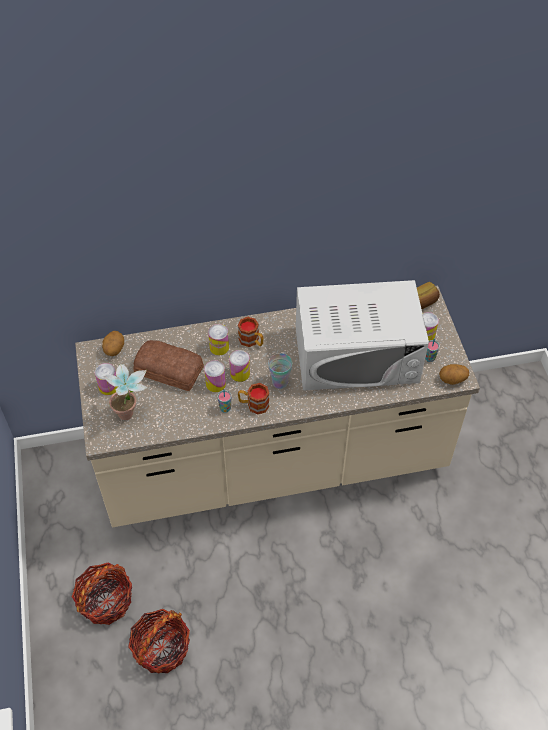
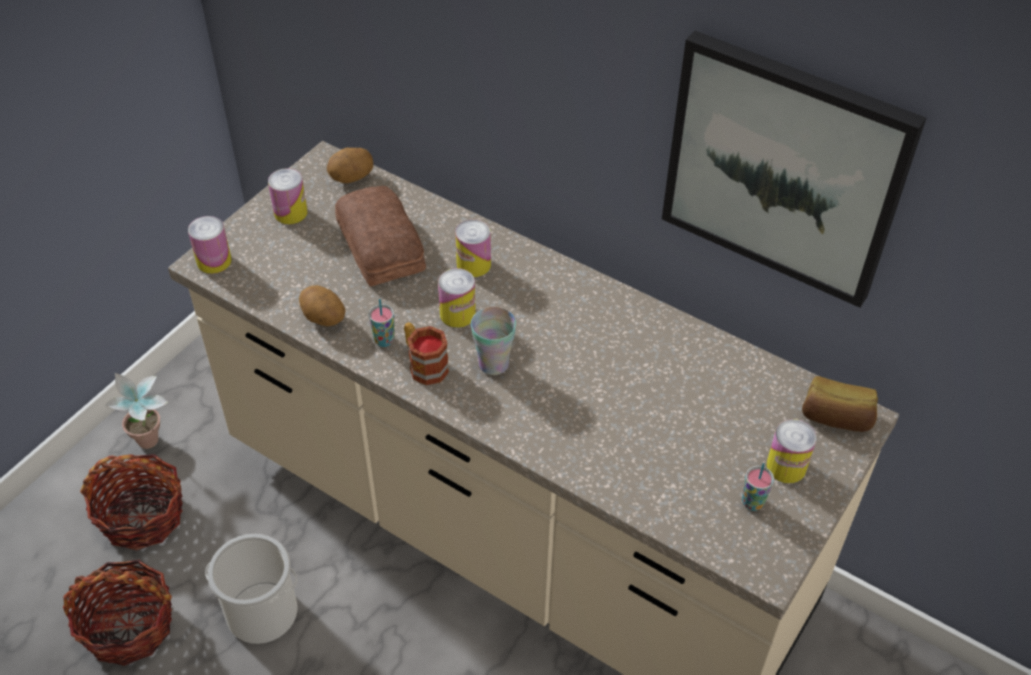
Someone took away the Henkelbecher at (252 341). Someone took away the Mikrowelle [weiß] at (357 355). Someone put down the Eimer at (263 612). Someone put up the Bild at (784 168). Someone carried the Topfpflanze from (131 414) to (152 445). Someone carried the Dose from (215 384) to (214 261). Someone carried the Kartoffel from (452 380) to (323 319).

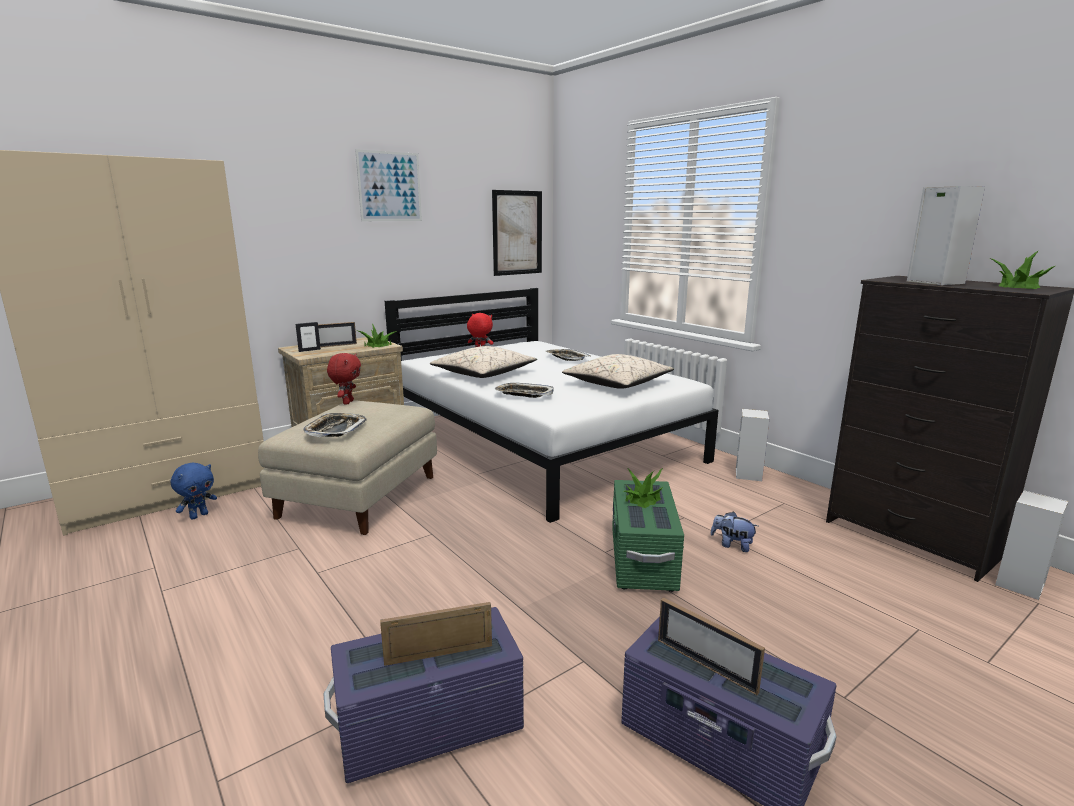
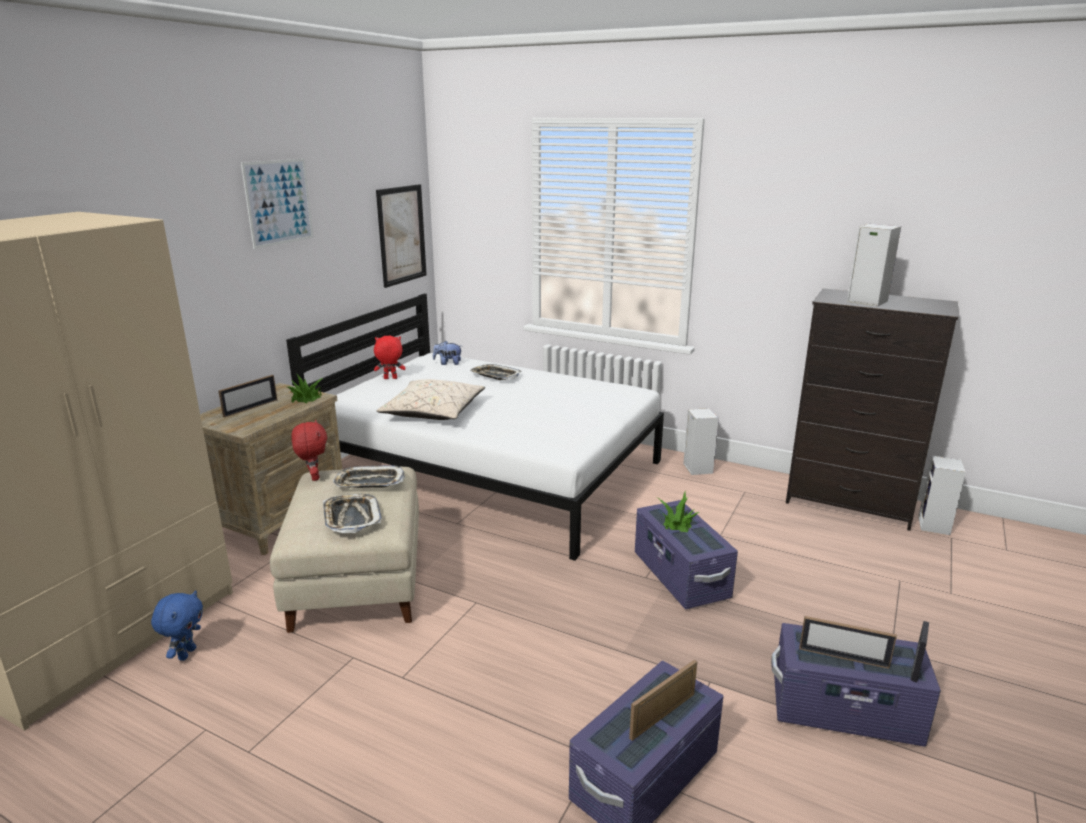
Someone took away the Kissen [beige] at (617 384). Someone took away the Topfpflanze at (1019 286). Someone carried the Bilderrahmen from (309 350) to (915 670). Someone carried the Tablett from (524 394) to (369 482). Someone carried the Plüschtier from (732 545) to (448 363). Someone repainted the Aufbewahrungsbox [grün] at (642 559), which became the Aufbewahrungsbox [lila] at (680 576).

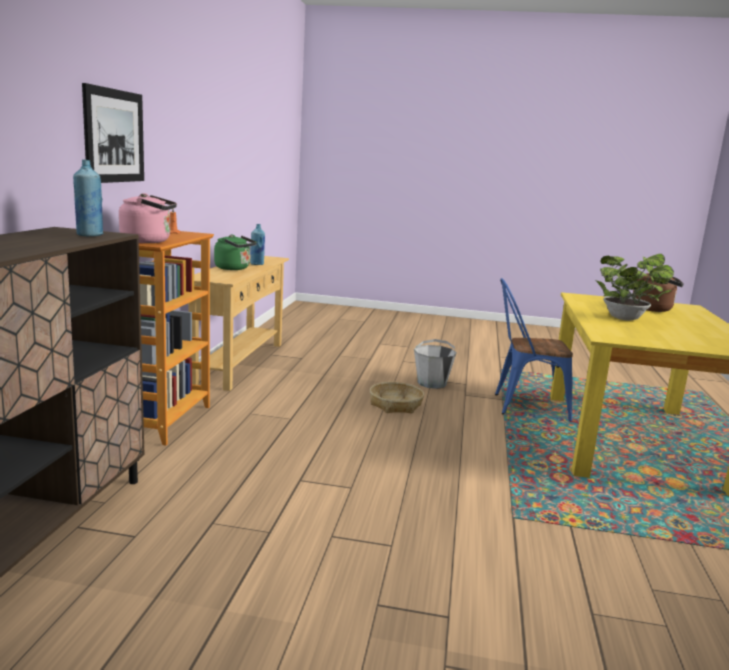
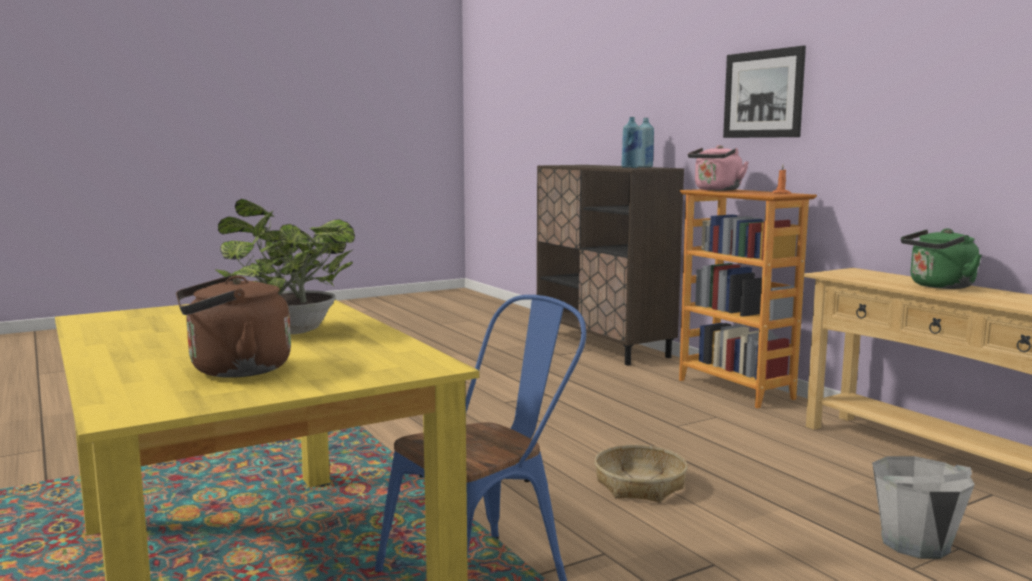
Someone carried the Flasche [blau] from (257 264) to (644 167). Someone carried the Eimer [grau] from (432 383) to (915 543).

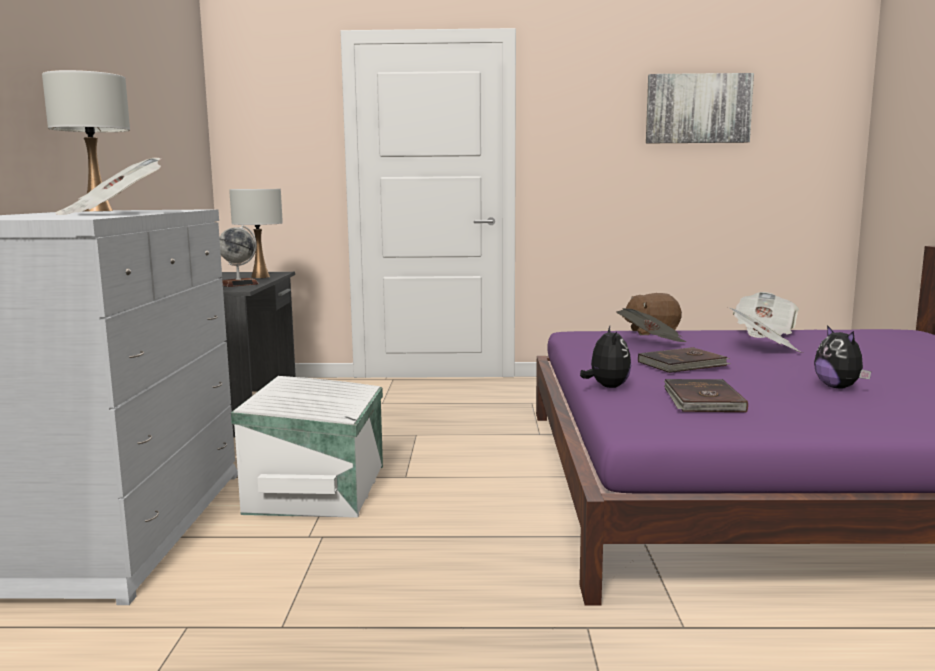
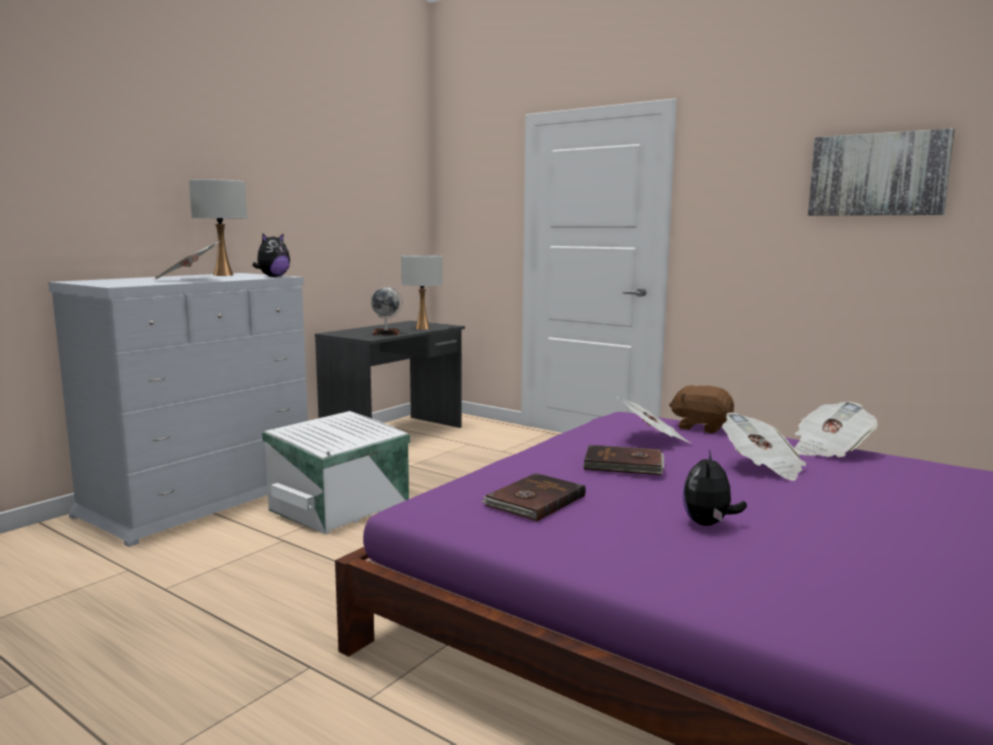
Someone carried the Plüschtier from (607 387) to (273 277).

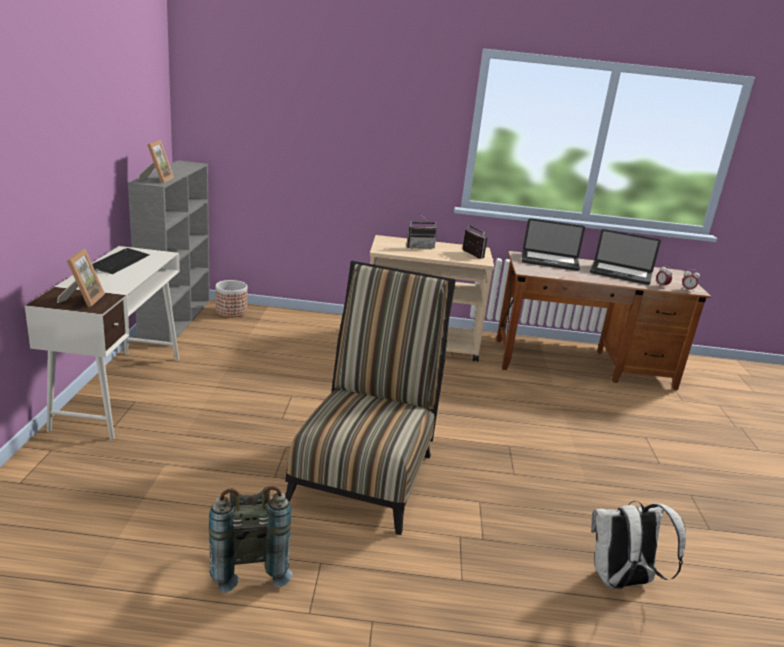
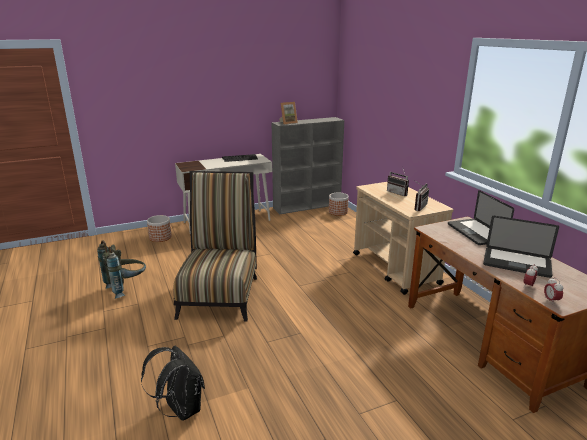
Someone took away the Bilderrahmen at (83 299). Someone put down the Pflanzkübel at (160 237). Someone repainted the Rucksack [weiß] at (621 581), which became the Rucksack [schwarz] at (180 409). Someone rotated the Stuhl at (365 471) by 75 degrees counterclockwise. Someone rotated the Laptop at (620 274) by 60 degrees counterclockwise.

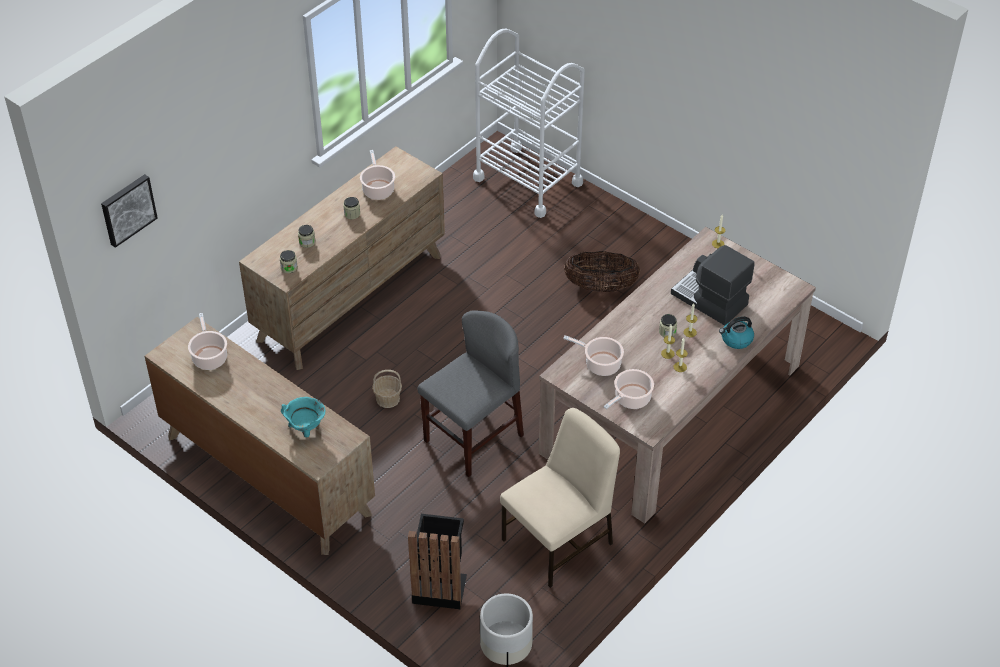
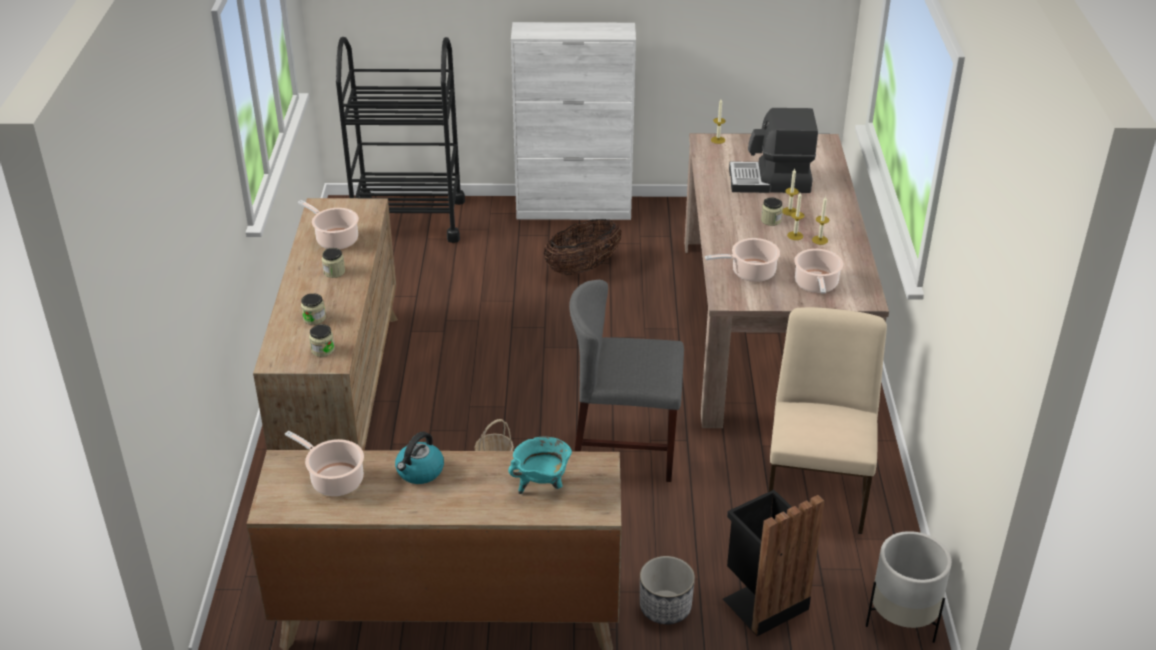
Someone took away the Bild at (127 209). Someone put down the Schrank [weiß] at (574 210). Someone put down the Pflanzkübel at (665 607). Someone carried the Wasserkessel from (736 339) to (419 471). Someone repainted the Rollwagen [weiß] at (528 181), which became the Rollwagen [schwarz] at (408 220). Someone rotated the Stuhl [grau] at (473 438) by 90 degrees counterclockwise.

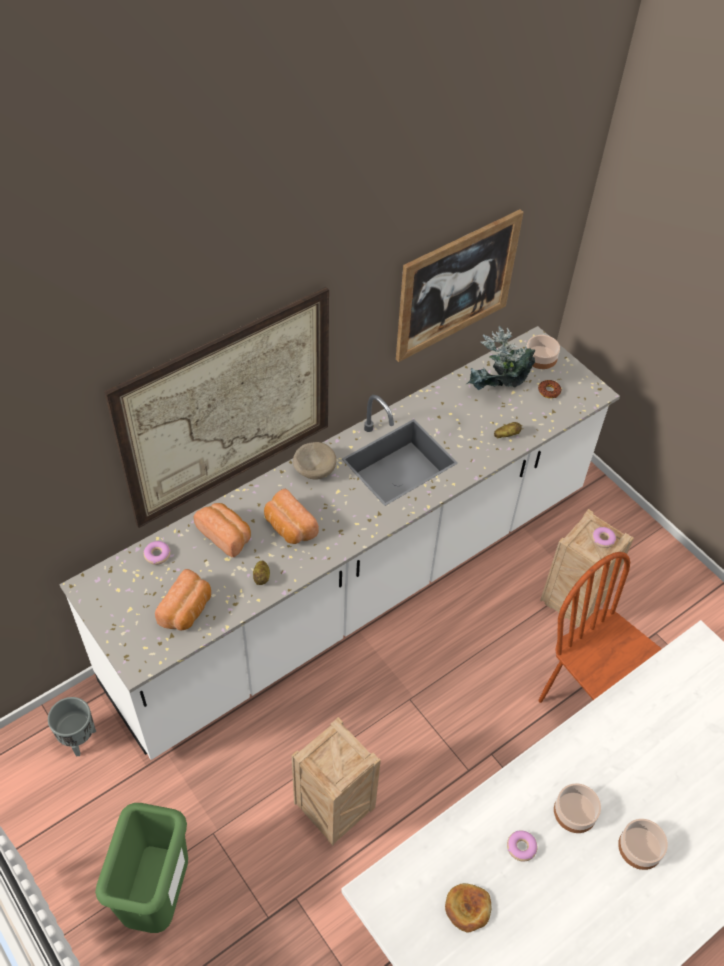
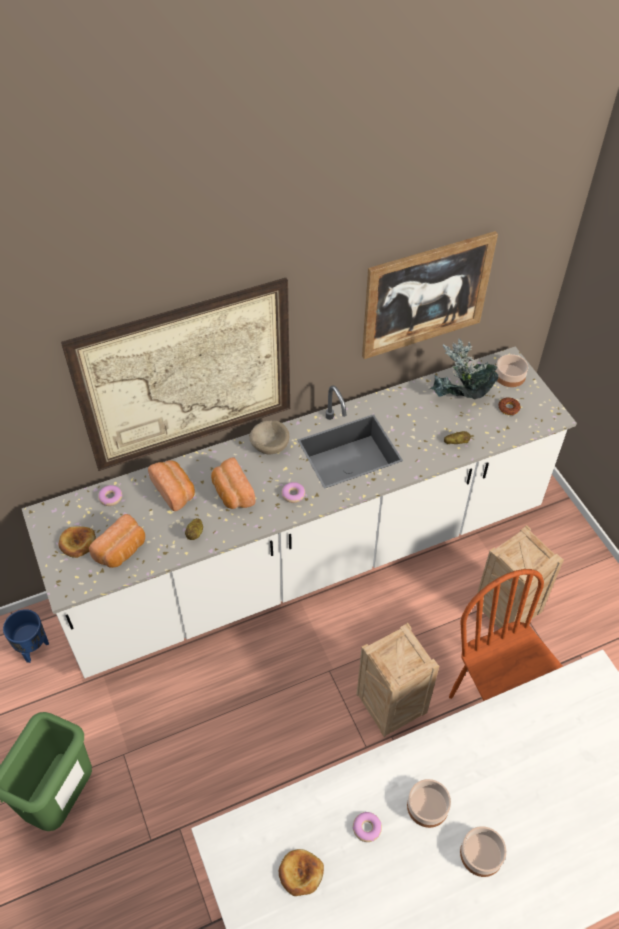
Someone put down the Brot at (77 543). Someone carried the Kiste from (332 808) to (389 706). Someone carried the Donut from (603 539) to (293 494). Someone repainted the Pflanzkübel [grau] at (78 739), which became the Pflanzkübel [blau] at (33 648).

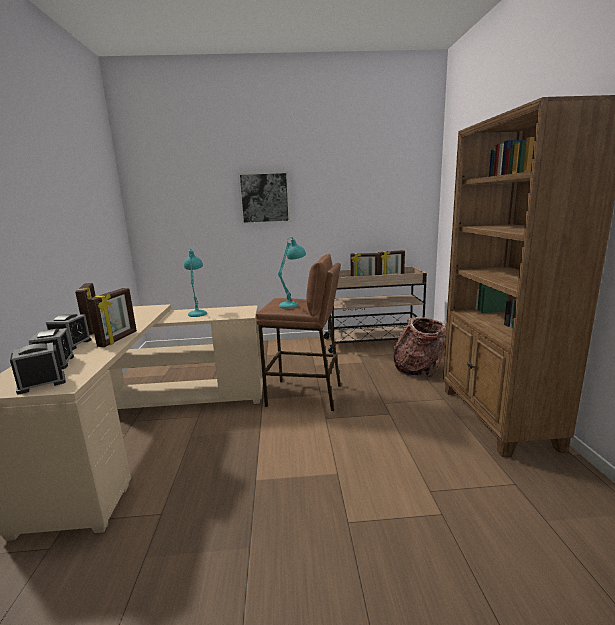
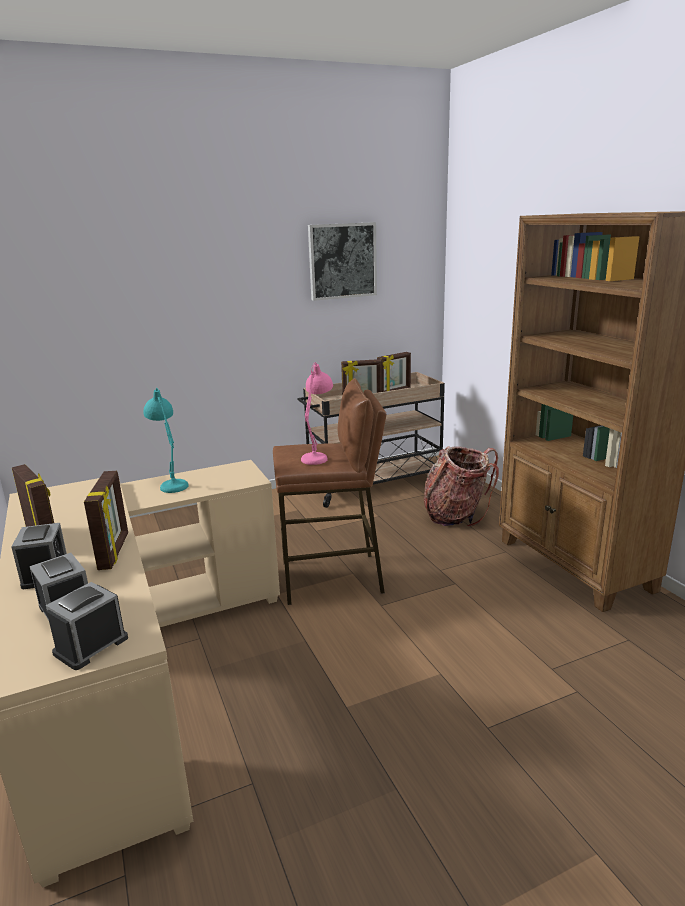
Someone carried the Bild from (264 198) to (342 261). Someone repainted the Tischlampe [türkis] at (293 304), which became the Tischlampe [rosa] at (319 455).

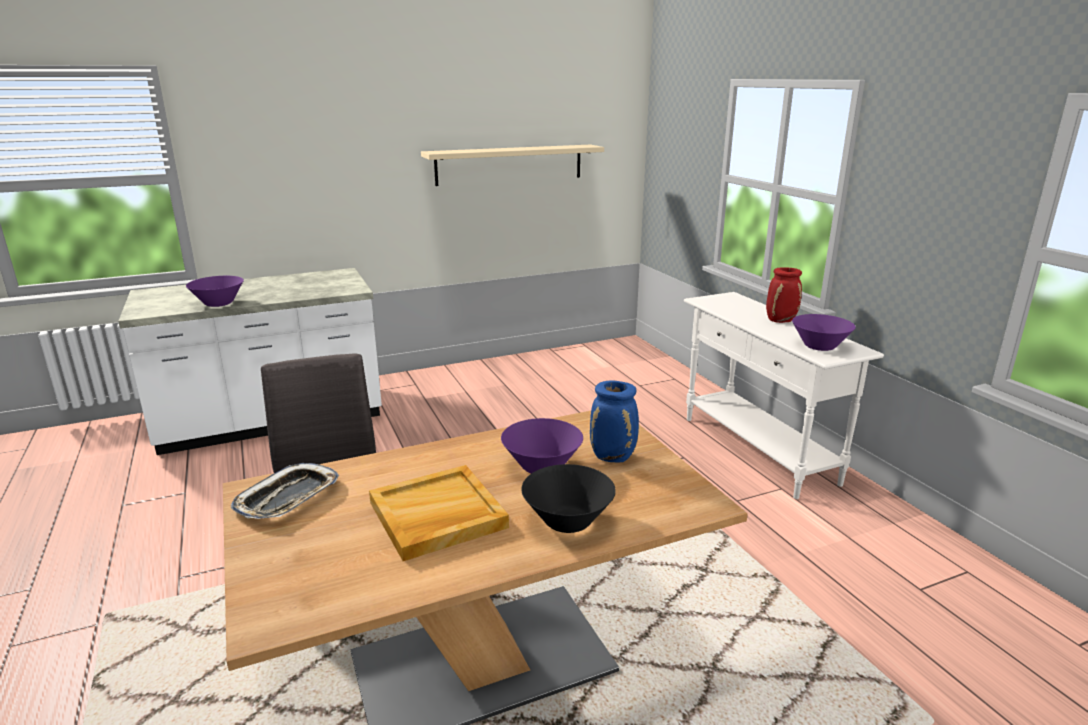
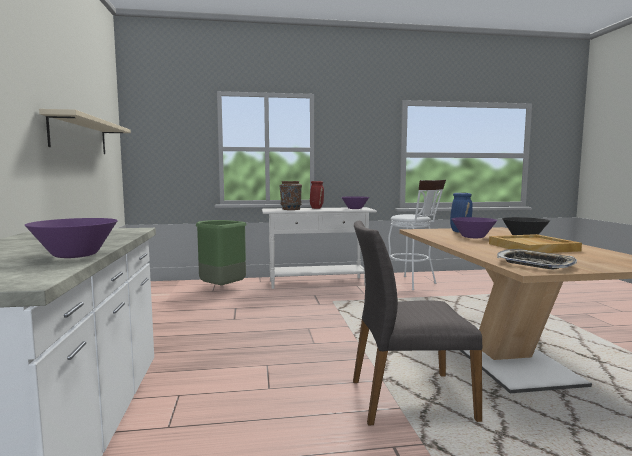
Someone put down the Mülleimer [grün] at (221 288). Someone put down the Vase [braun] at (290 209). Someone put down the Hocker [weiß] at (412 283).

